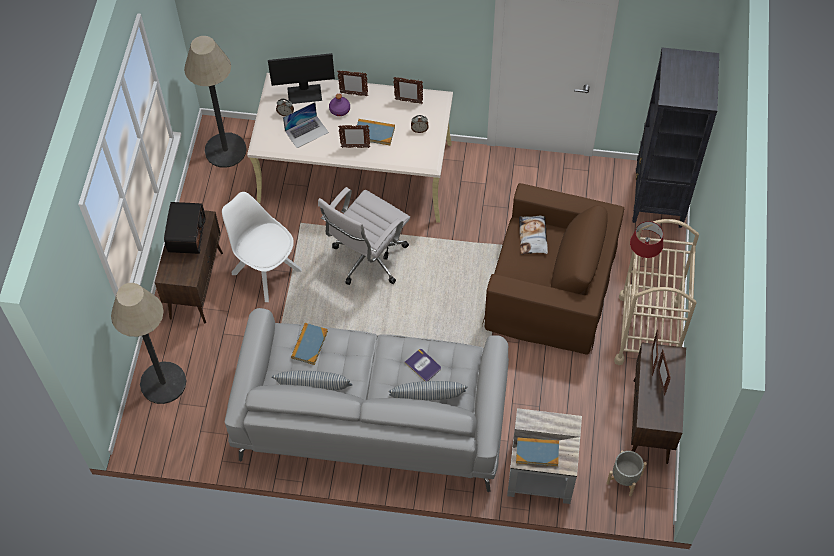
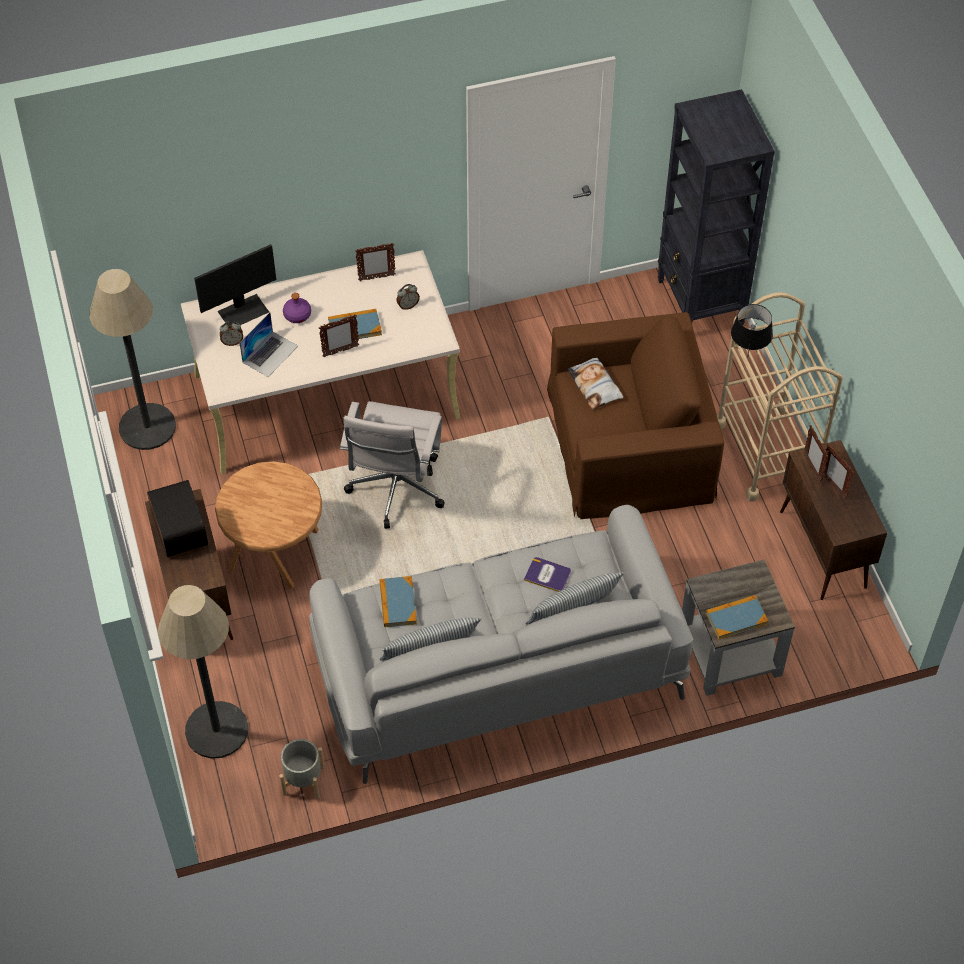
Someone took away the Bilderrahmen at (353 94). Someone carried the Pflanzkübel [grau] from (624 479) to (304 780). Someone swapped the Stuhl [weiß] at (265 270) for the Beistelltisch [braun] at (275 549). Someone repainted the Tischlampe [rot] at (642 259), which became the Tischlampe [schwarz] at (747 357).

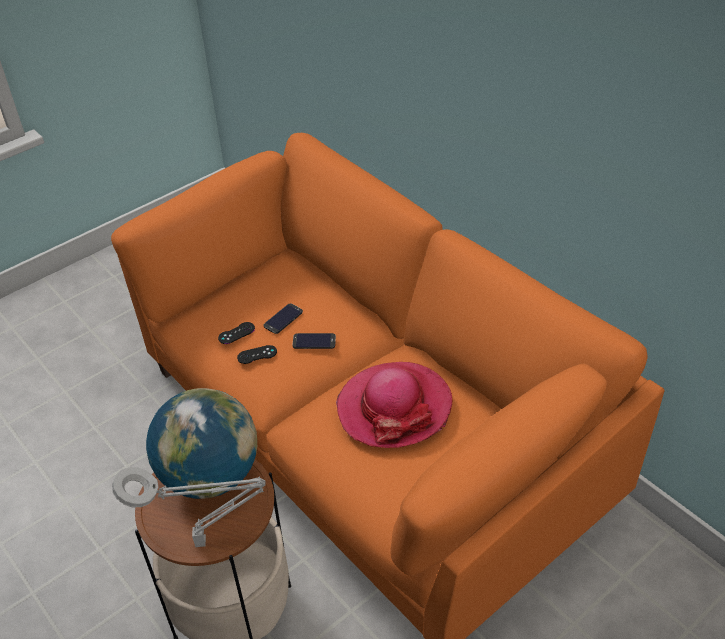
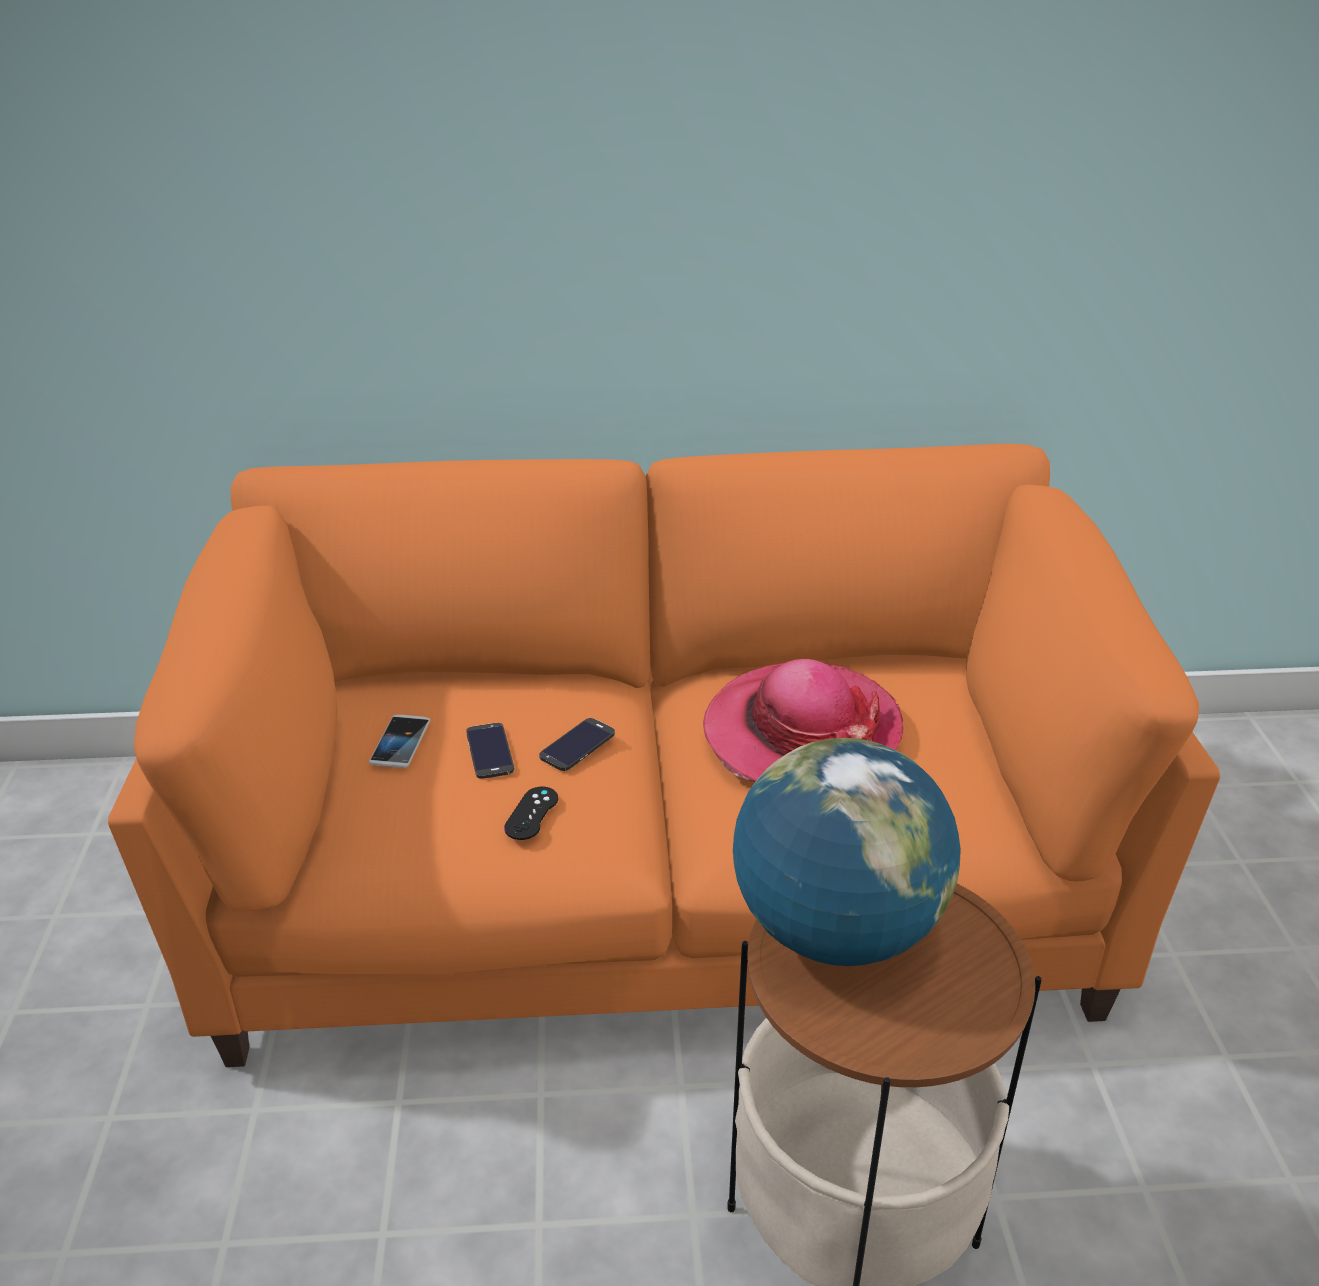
Someone took away the Tischlampe [grau] at (205 542). Someone took away the Gamepad [schwarz] at (236 333). Someone put down the Handy at (400 743).

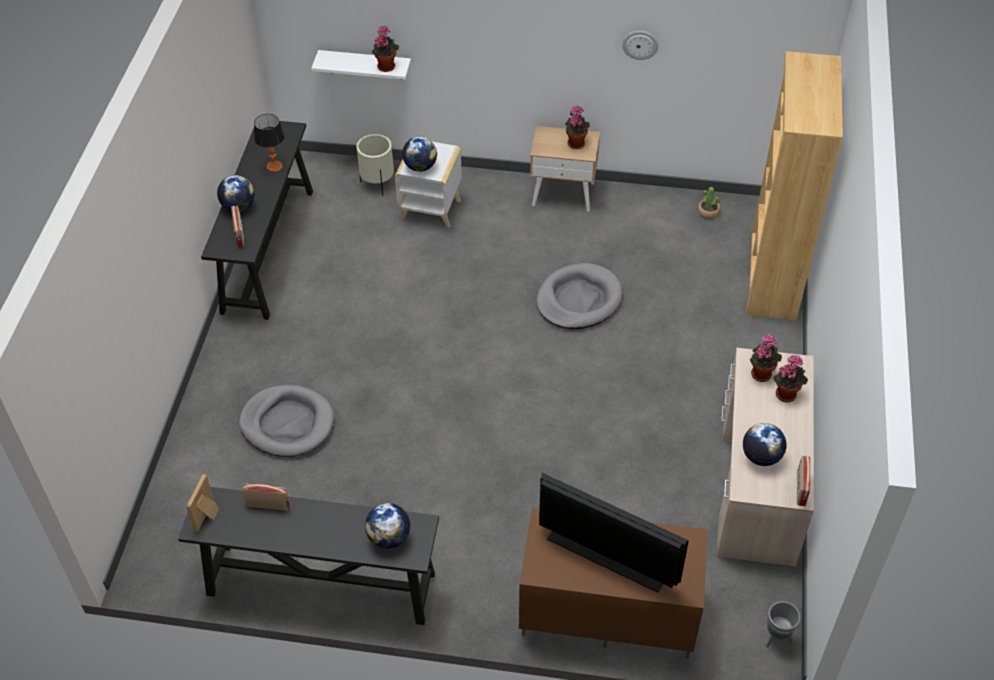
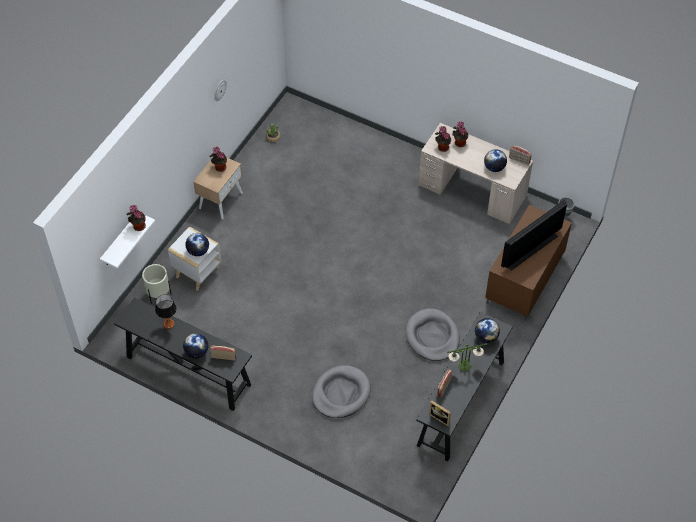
Someone took away the Bücherregal [braun] at (772 277). Someone put down the Tischlampe at (464 366). Someone carried the Hundebett [grau] from (578 299) to (432 336).

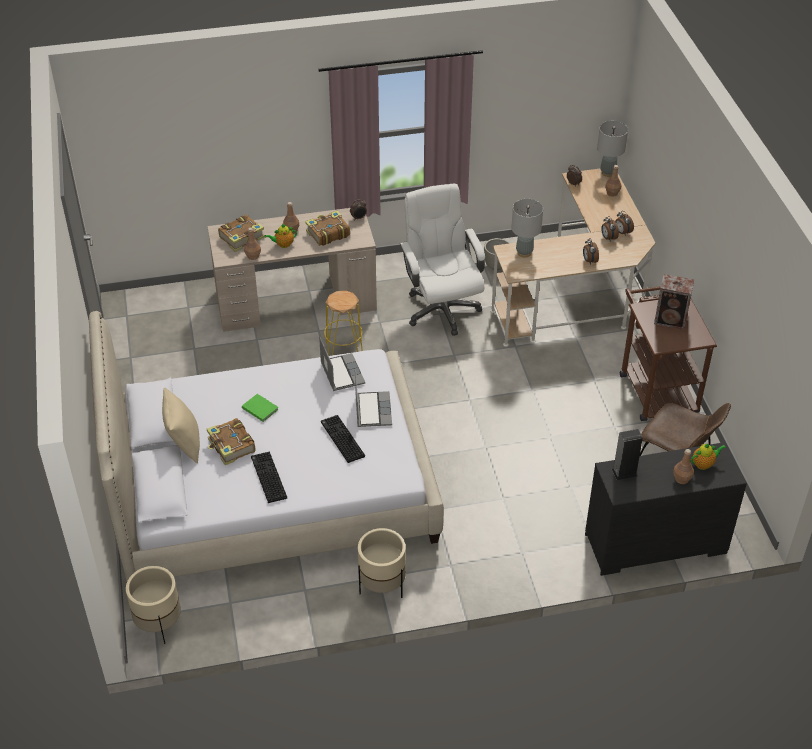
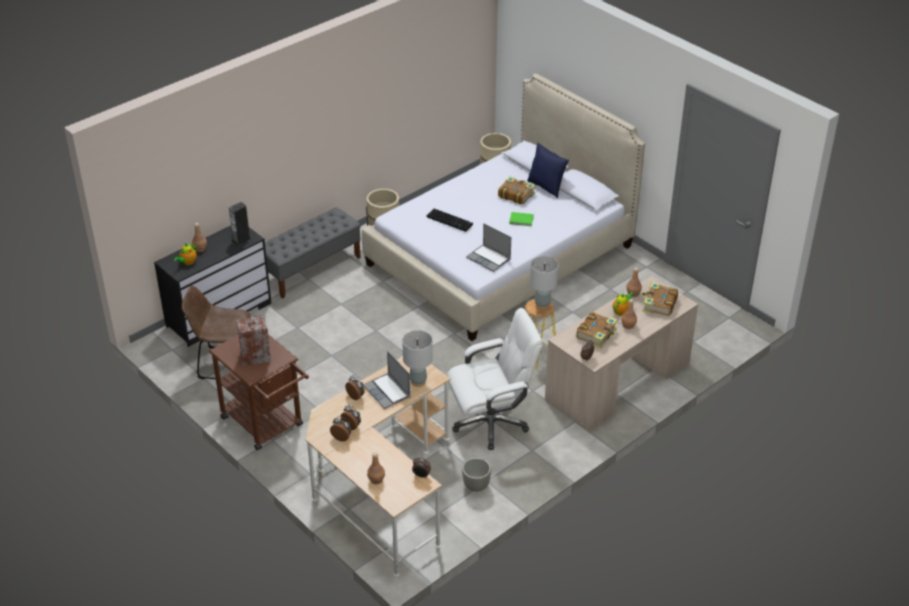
Someone took away the Tastatur at (267 477). Someone put down the Bank [grau] at (311 269). Someone carried the Laptop from (372 410) to (387 392). Someone carried the Tischlampe [grau] from (607 172) to (542 304). Someone repainted the Kissen [beige] at (184 444), which became the Kissen [blau] at (546 187). Someone rotated the Bürostuhl [weiß] at (441 309) by 60 degrees counterclockwise.

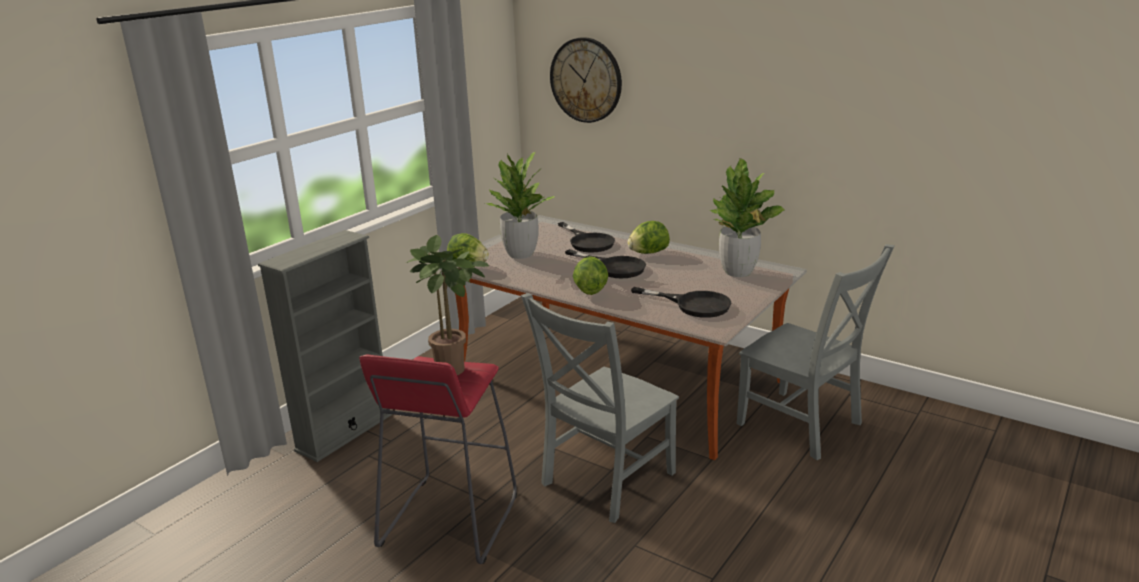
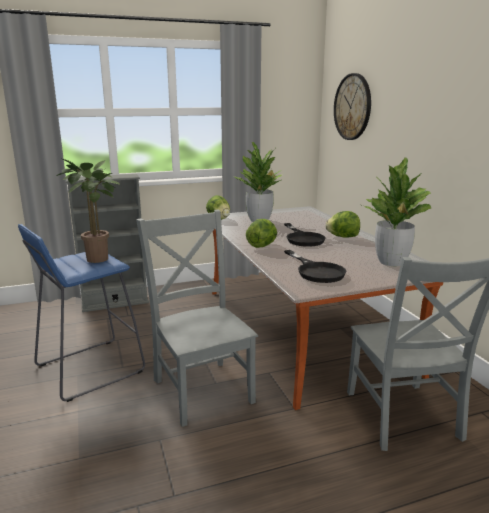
Someone took away the Pfanne [schwarz] at (588 242). Someone repainted the Hocker [rot] at (448 520), which became the Hocker [blau] at (89 368). Someone rotated the Stuhl [grau] at (604 481) by 75 degrees clockwise.

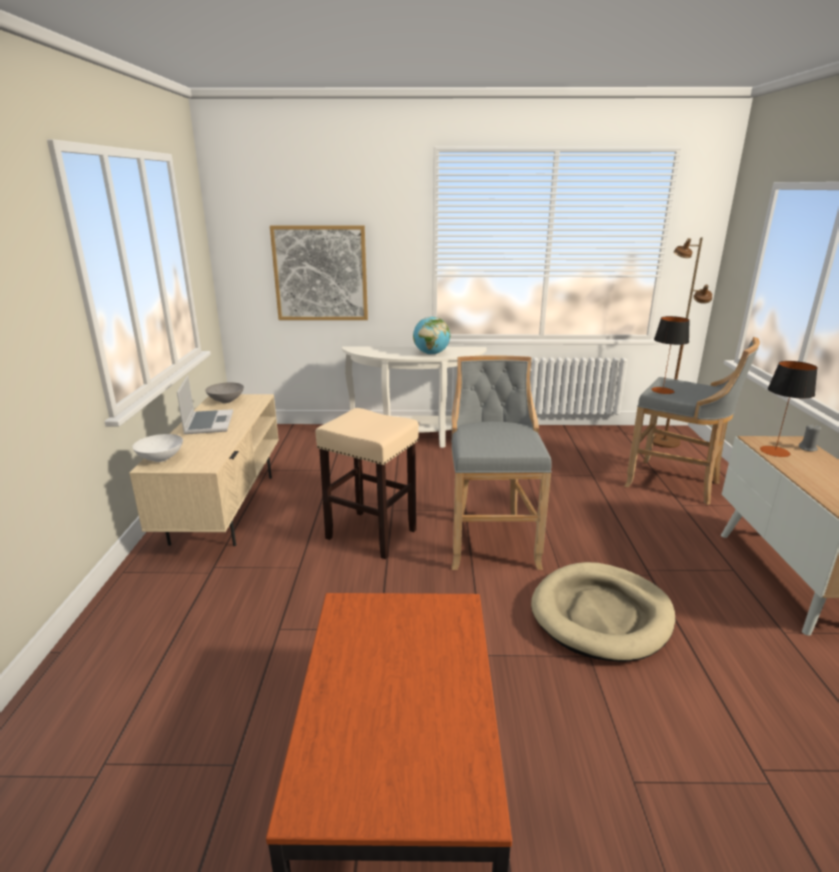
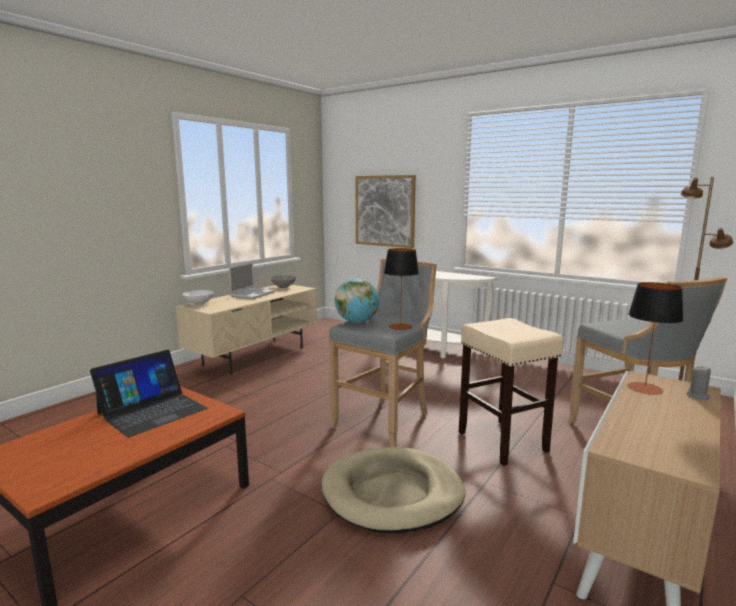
Someone put down the Laptop at (152 411). Someone carried the Hocker [beige] from (372 534) to (503 442). Someone carried the Globus from (431 354) to (357 322). Someone carried the Tischlampe from (662 390) to (400 326).

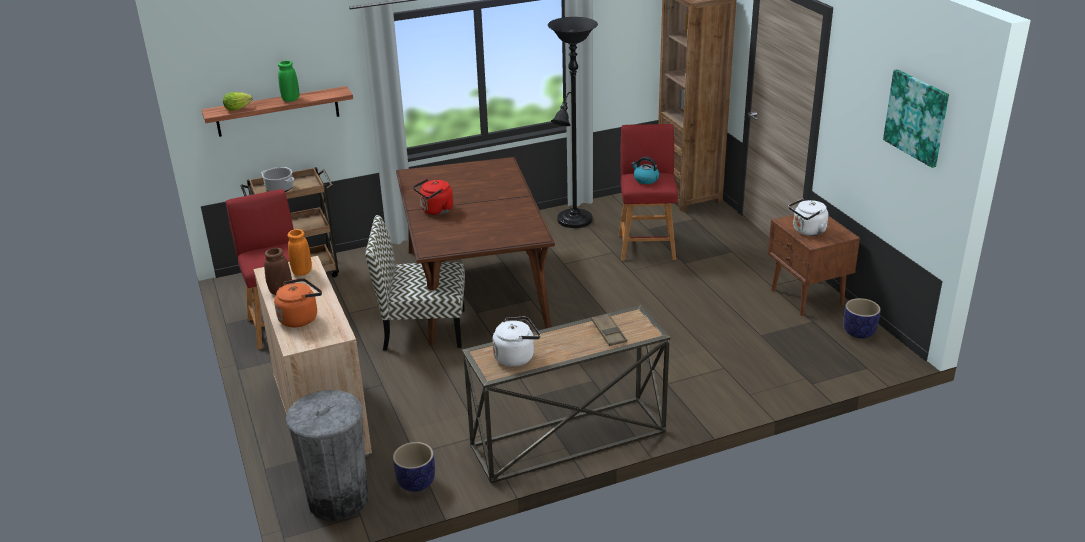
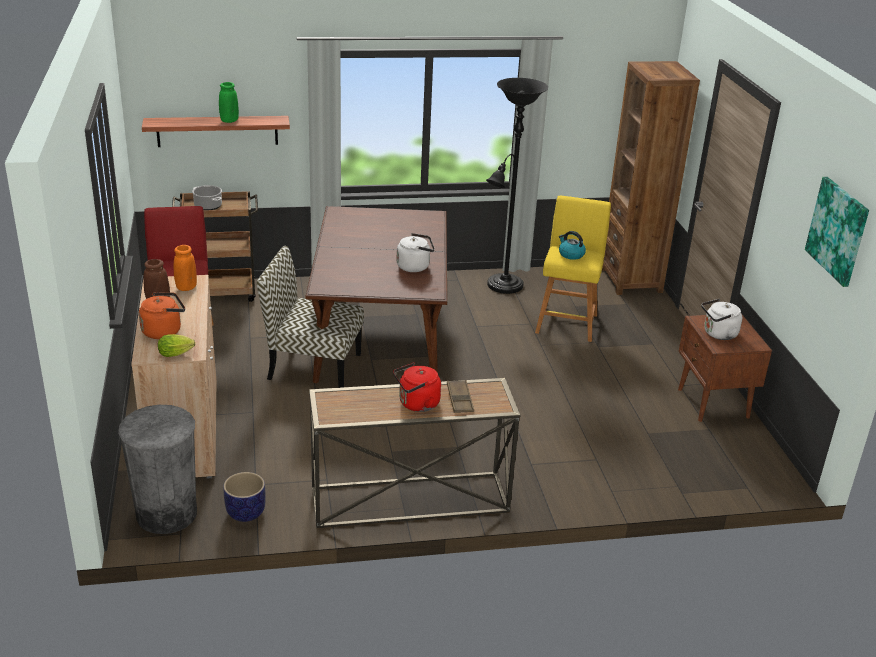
Someone took away the Pflanzkübel at (858 332). Someone carried the Salatkopf from (239 108) to (177 354). Someone carried the Wasserkessel [rot] from (435 210) to (416 404). Someone carried the Wasserkessel [weiß] from (516 357) to (415 266). Someone repainted the Hocker [rot] at (646 245), which became the Hocker [gelb] at (567 322).

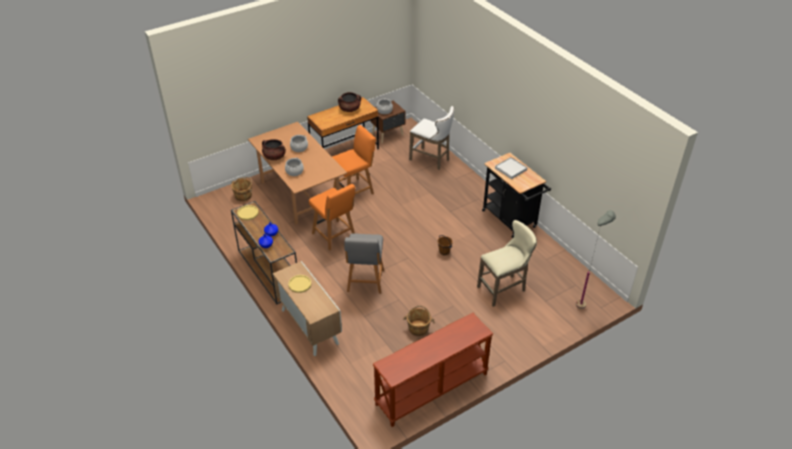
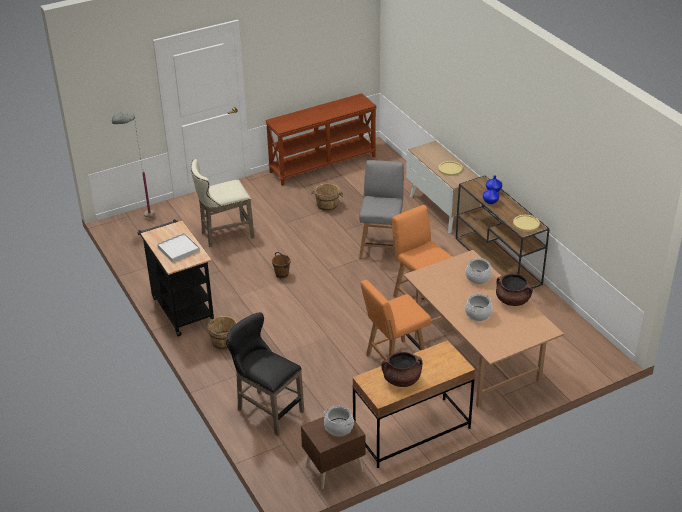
Someone carried the Eimer [braun] from (243 196) to (223 342). Someone repainted the Hocker [weiß] at (431 160), which became the Hocker [schwarz] at (266 410).

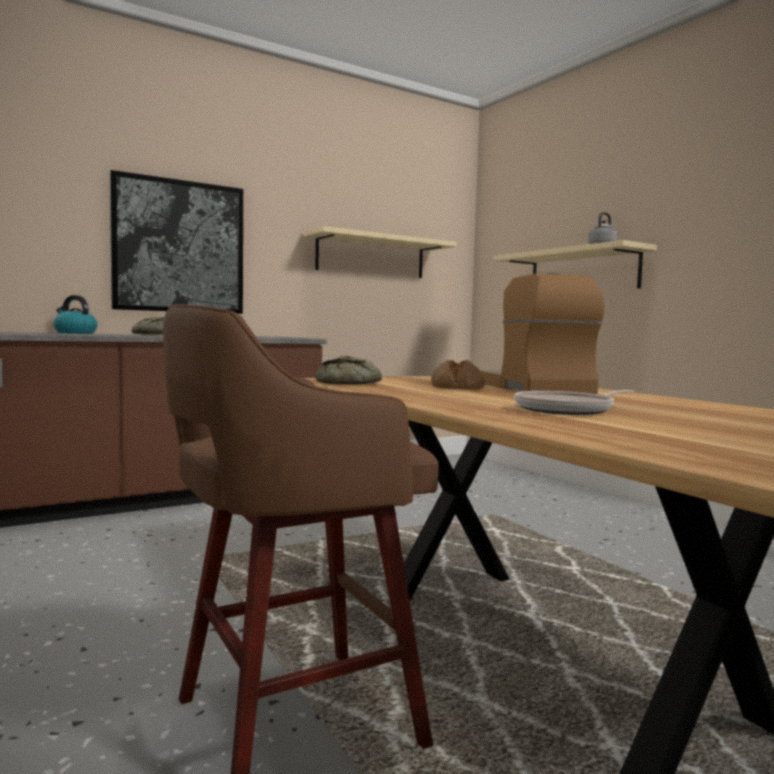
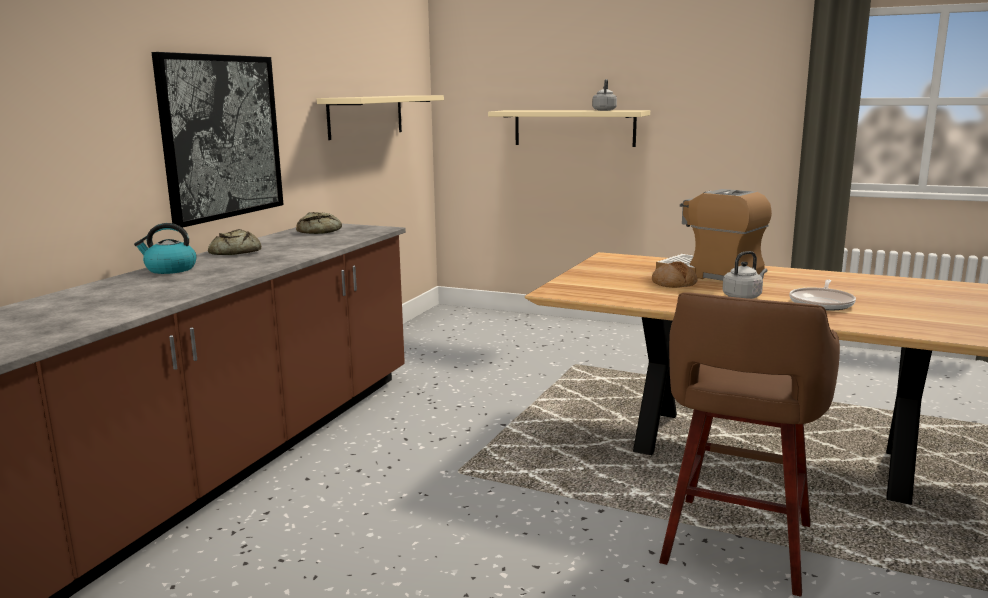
Someone put down the Wasserkessel [grau] at (743 297). Someone carried the Brot from (350 383) to (321 230).

